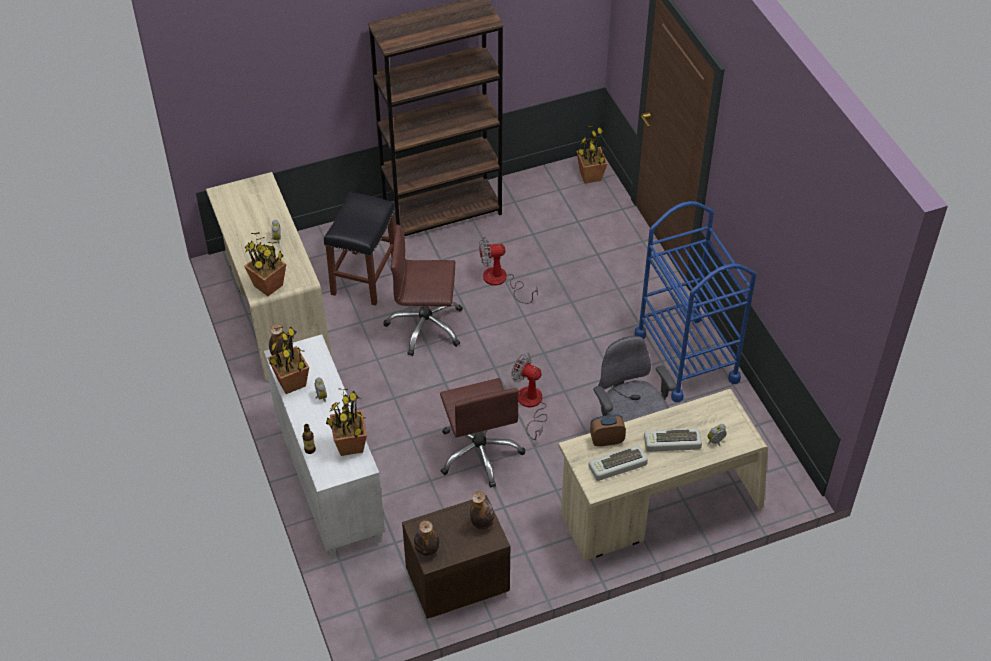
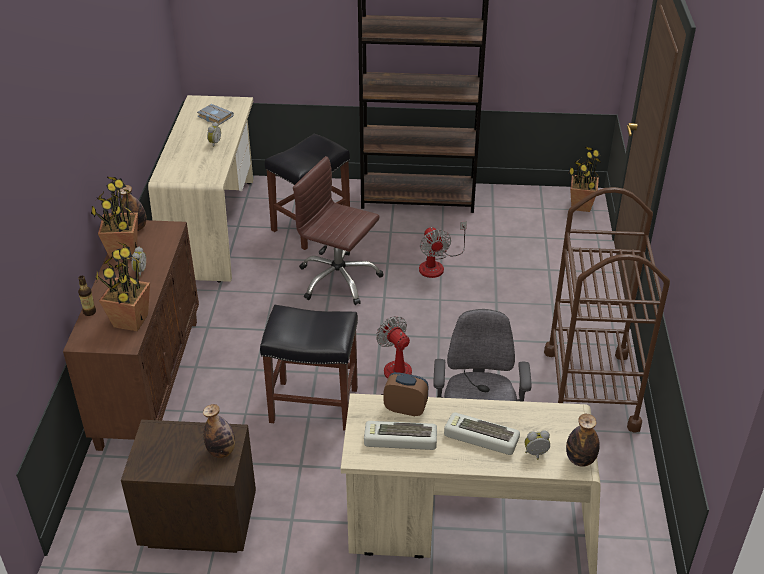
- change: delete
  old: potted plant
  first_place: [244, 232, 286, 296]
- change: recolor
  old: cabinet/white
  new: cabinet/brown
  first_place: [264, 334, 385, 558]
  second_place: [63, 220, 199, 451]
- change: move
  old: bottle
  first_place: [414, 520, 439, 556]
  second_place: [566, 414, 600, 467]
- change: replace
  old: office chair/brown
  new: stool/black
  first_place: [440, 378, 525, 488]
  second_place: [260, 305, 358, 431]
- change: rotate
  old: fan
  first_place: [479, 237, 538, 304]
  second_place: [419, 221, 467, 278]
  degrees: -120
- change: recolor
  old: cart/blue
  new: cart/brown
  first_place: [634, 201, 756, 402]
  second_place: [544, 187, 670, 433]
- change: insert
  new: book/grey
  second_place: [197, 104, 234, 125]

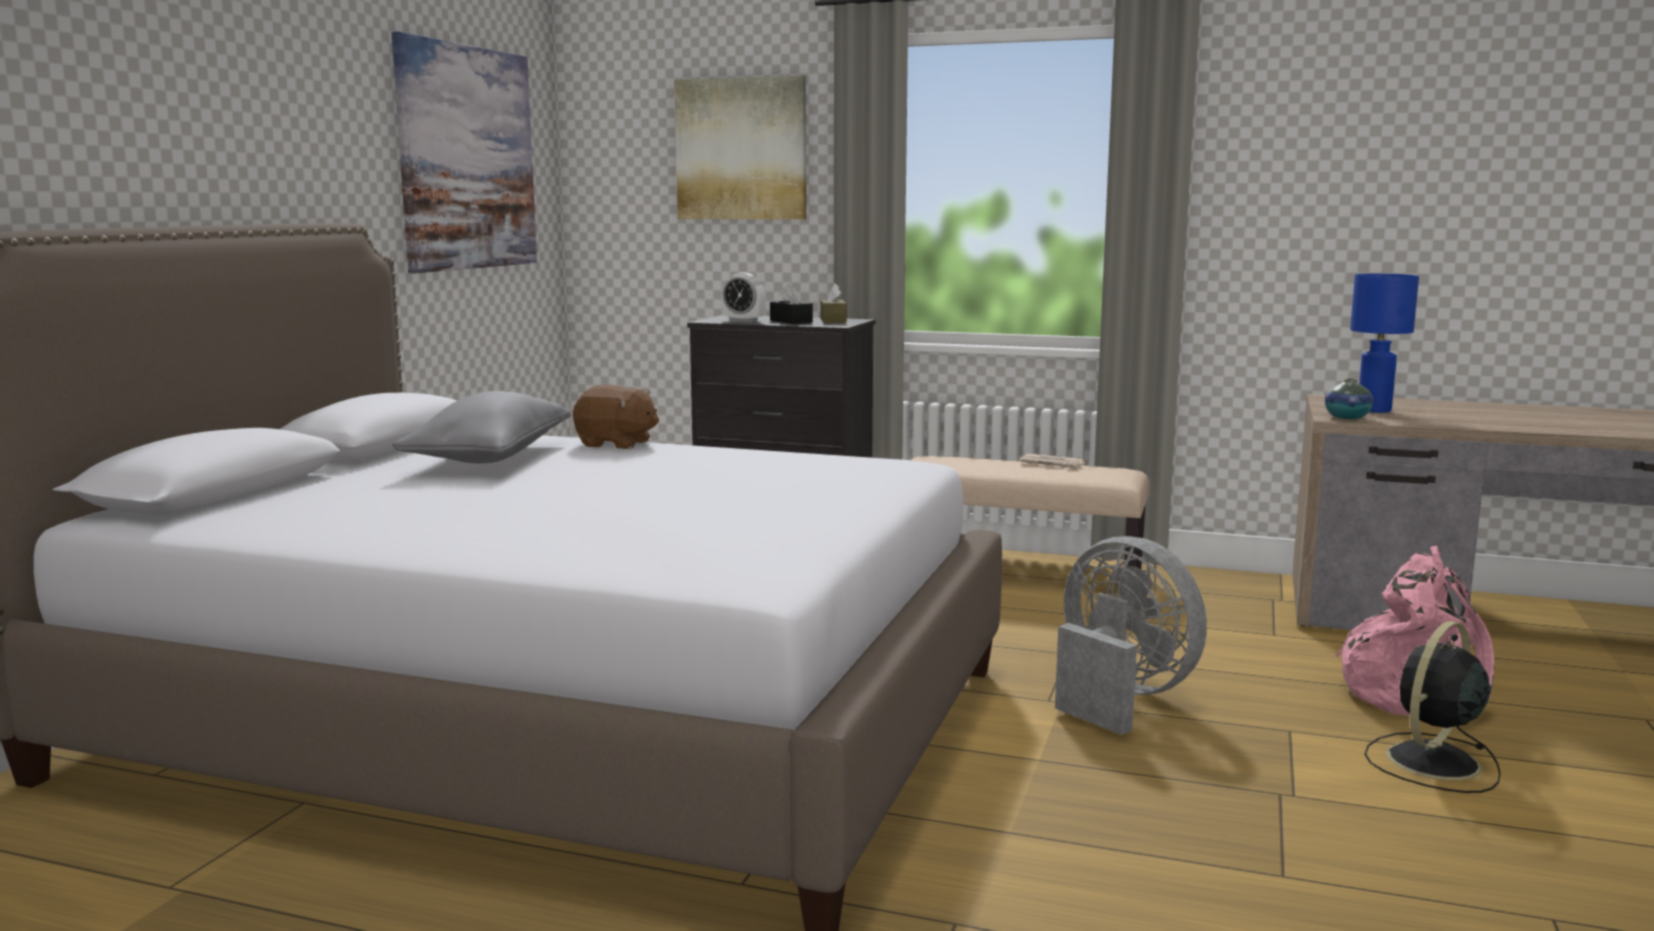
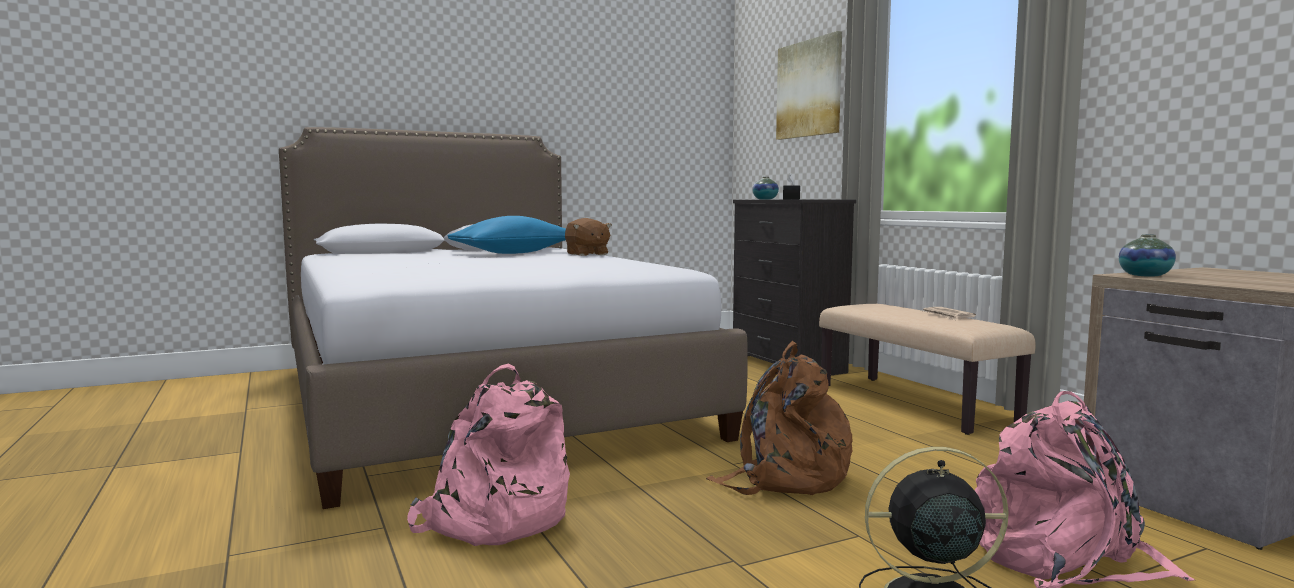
- change: delete
  old: picture
  first_place: [392, 31, 537, 273]
- change: recolor
  old: pillow/grey
  new: pillow/blue
  first_place: [392, 391, 571, 463]
  second_place: [448, 216, 566, 254]
- change: replace
  old: alarm clock
  new: vase
  first_place: [721, 273, 766, 323]
  second_place: [752, 177, 779, 199]
- change: delete
  old: tissue box/brown
  first_place: [820, 283, 847, 323]
- change: replace
  old: fan/grey
  new: backpack/brown
  first_place: [1055, 536, 1207, 735]
  second_place: [706, 341, 853, 495]
- change: delete
  old: table lamp/blue
  first_place: [1350, 274, 1419, 413]
- change: insert
  new: backpack/pink
  second_place: [407, 364, 570, 546]

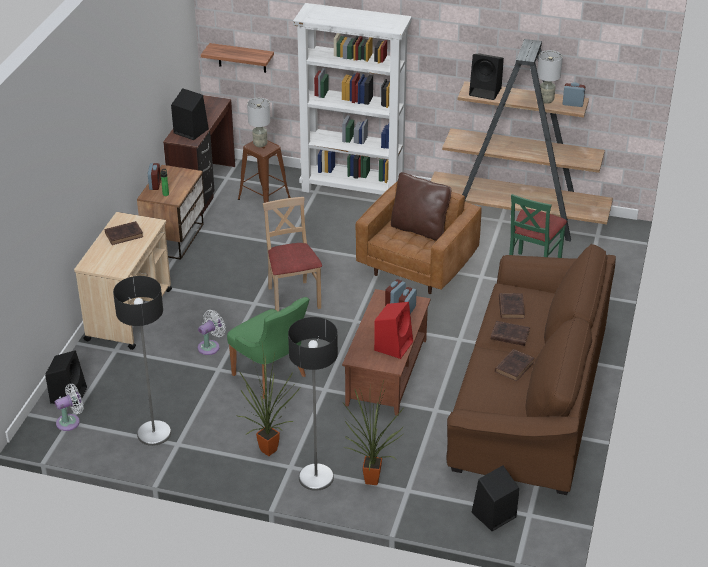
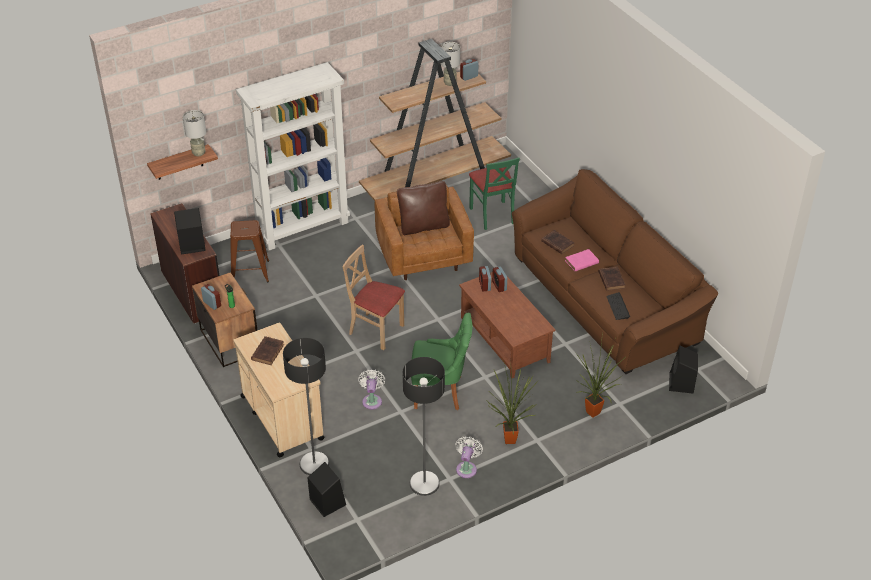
- change: move
  old: fan/white
  first_place: [55, 384, 84, 431]
  second_place: [455, 436, 483, 478]
- change: move
  old: table lamp/grey
  first_place: [247, 98, 270, 147]
  second_place: [183, 110, 206, 156]
- change: move
  old: floor lamp
  first_place: [288, 317, 338, 491]
  second_place: [283, 338, 329, 475]
- change: delete
  old: speaker/red
  first_place: [374, 302, 413, 359]
- change: delete
  old: speaker/black
  first_place: [469, 53, 504, 100]
- change: recolor
  old: book/brown
  new: book/pink
  first_place: [491, 321, 530, 346]
  second_place: [565, 249, 599, 271]
- change: insert
  new: keyboard
  second_place: [607, 292, 630, 320]

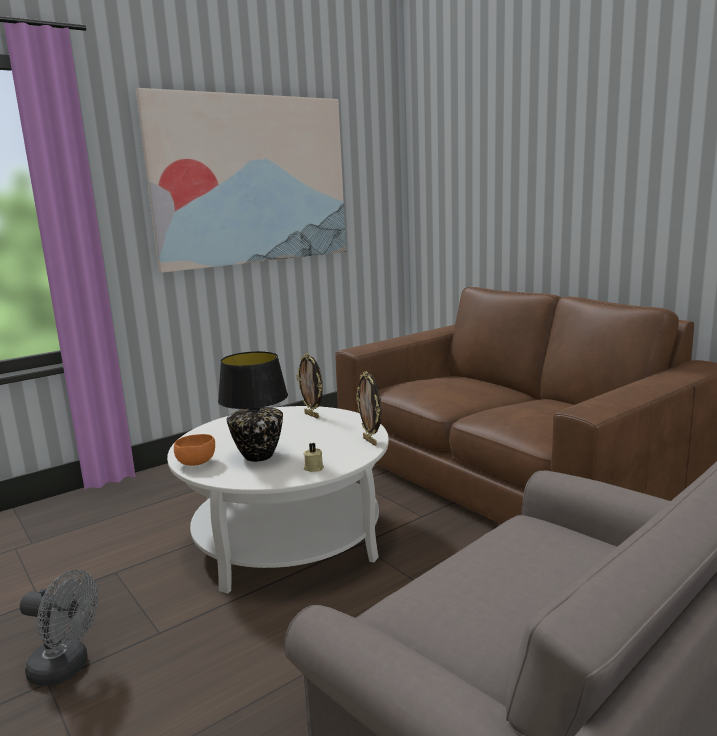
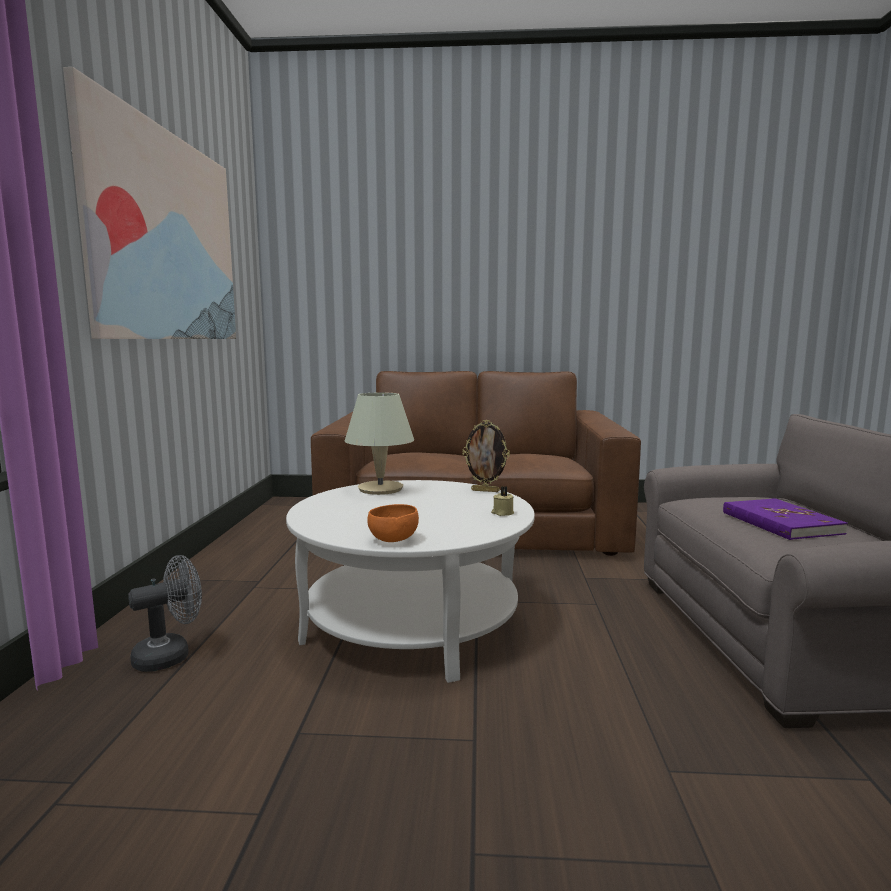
- change: move
  old: fan/grey
  first_place: [20, 569, 98, 686]
  second_place: [128, 555, 202, 672]
- change: delete
  old: table lamp/black
  first_place: [218, 351, 288, 462]
- change: replace
  old: picture frame
  new: table lamp/beige
  first_place: [296, 353, 323, 419]
  second_place: [345, 392, 414, 495]
- change: insert
  new: book/purple
  second_place: [723, 498, 848, 540]

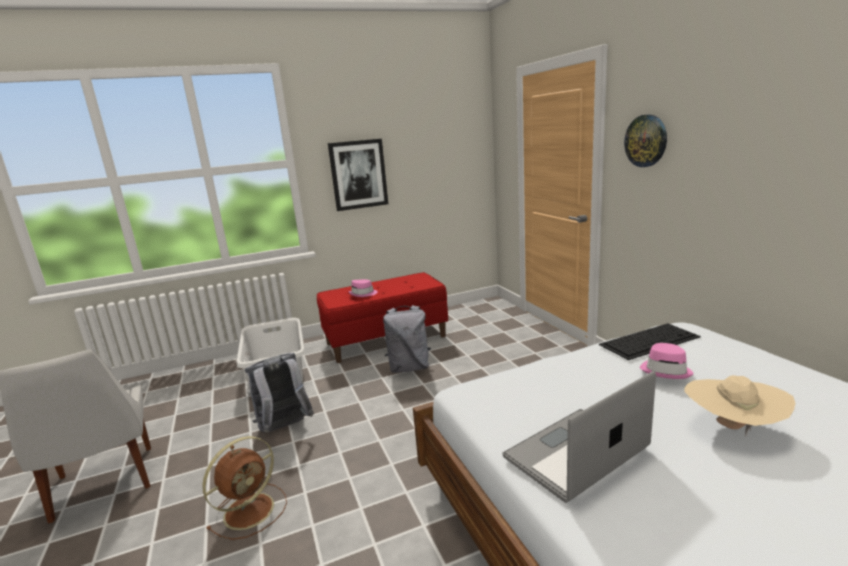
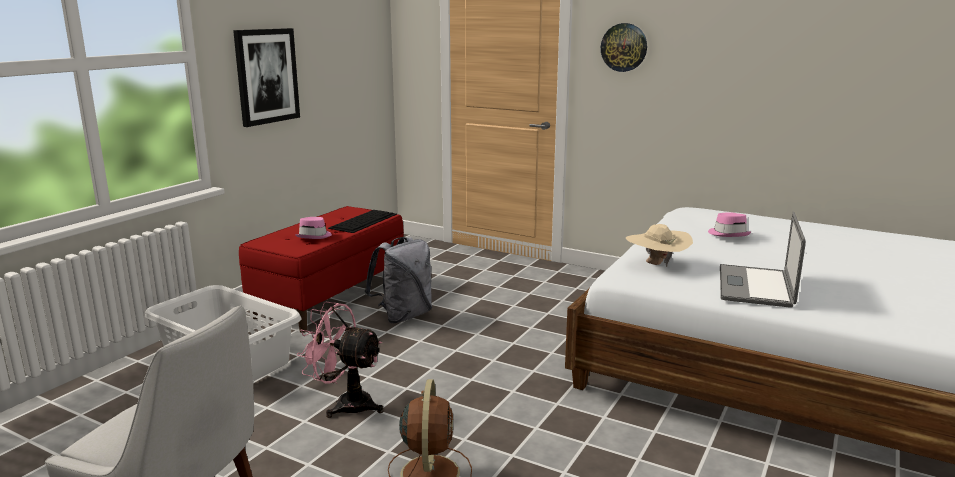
- change: replace
  old: backpack/grey
  new: fan/pink
  first_place: [245, 352, 314, 432]
  second_place: [297, 301, 383, 418]
- change: move
  old: keyboard
  first_place: [599, 323, 701, 360]
  second_place: [328, 210, 397, 233]
- change: move
  old: hat/beige
  first_place: [684, 375, 795, 436]
  second_place: [626, 224, 693, 267]

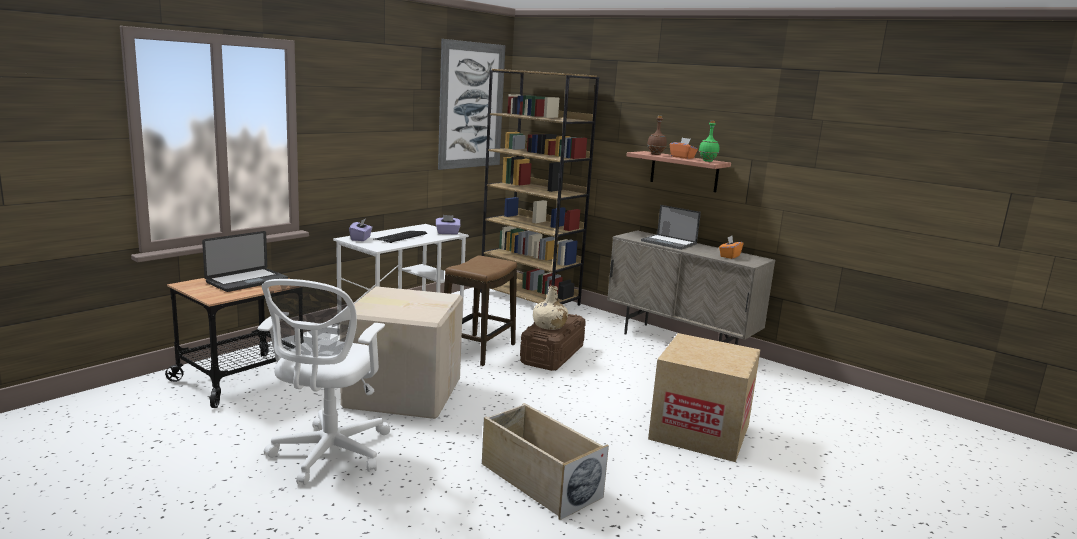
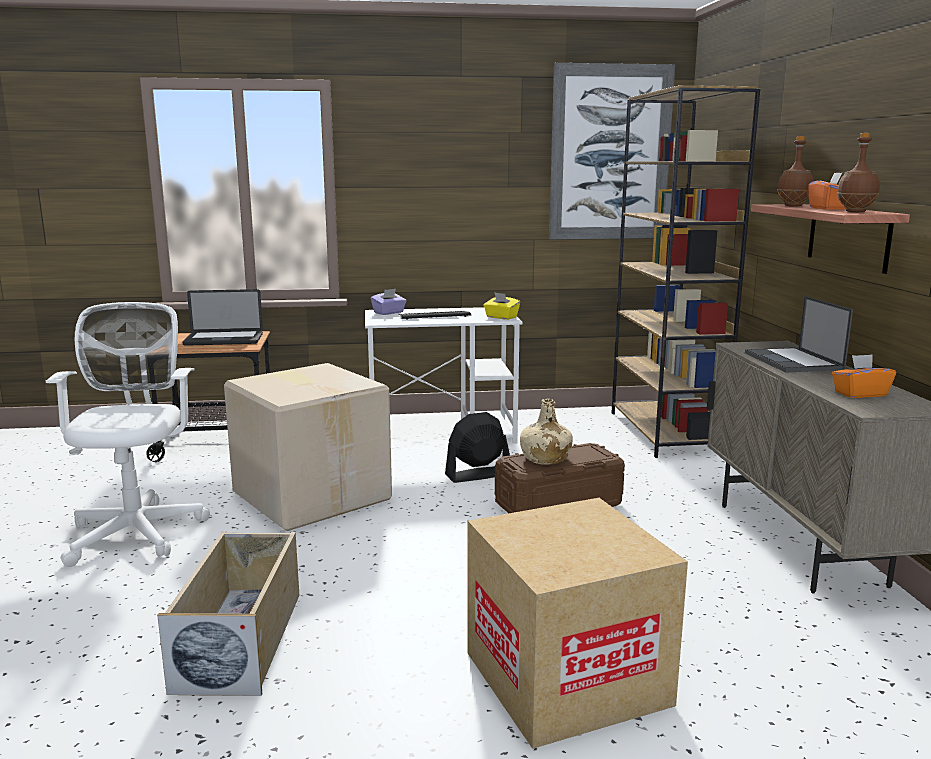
- change: rotate
  old: office chair/white
  first_place: [258, 279, 391, 485]
  second_place: [46, 302, 210, 567]
  degrees: 120
- change: recolor
  old: tissue box/purple
  new: tissue box/yellow
  first_place: [436, 215, 460, 235]
  second_place: [483, 292, 520, 320]
- change: replace
  old: stool
  new: fan/black
  first_place: [444, 255, 517, 366]
  second_place: [445, 412, 510, 483]
- change: recolor
  old: bottle/green
  new: bottle/brown
  first_place: [699, 121, 719, 162]
  second_place: [837, 133, 880, 212]

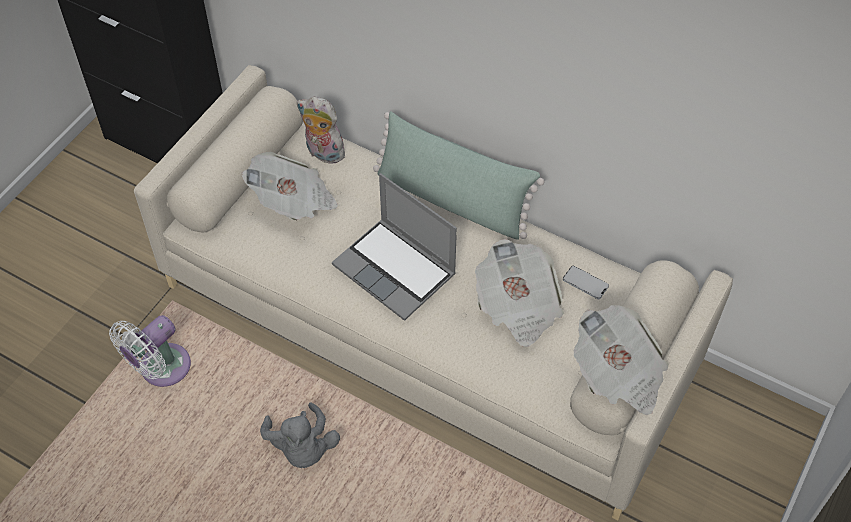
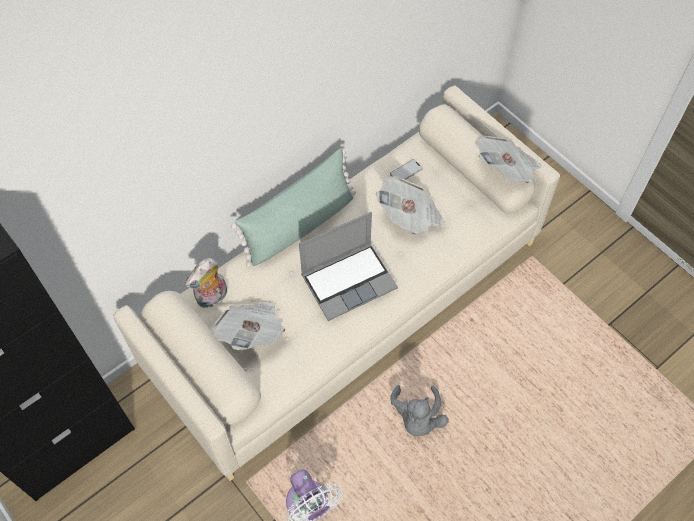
- change: rotate
  old: plush toy/grey
  first_place: [260, 403, 340, 468]
  second_place: [390, 385, 449, 437]
  degrees: 90

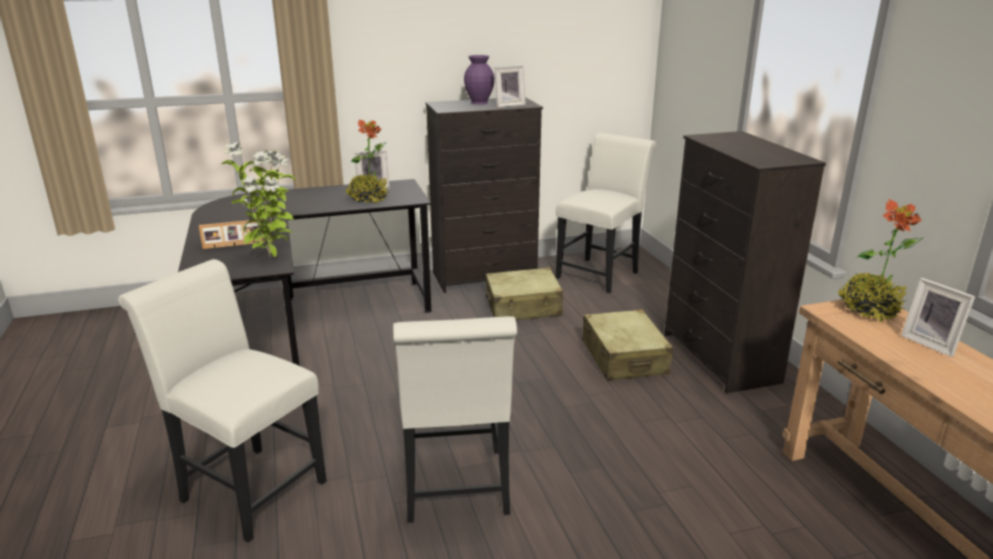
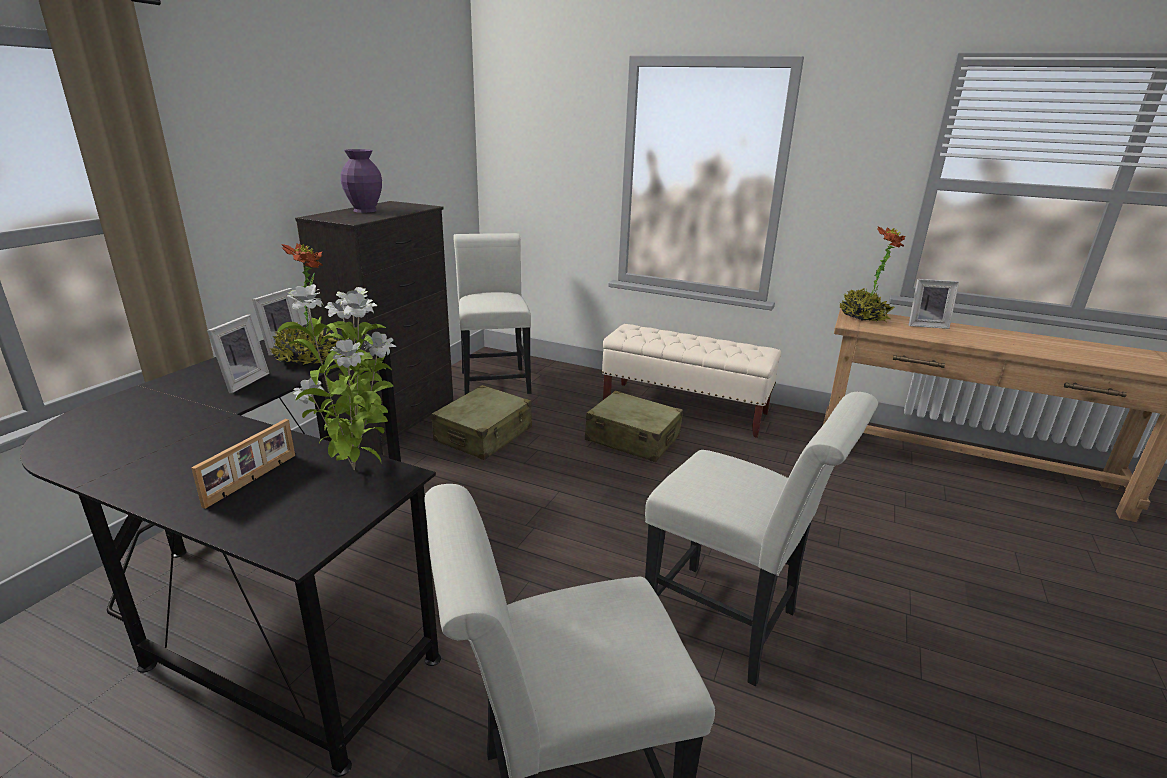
- change: move
  old: picture frame
  first_place: [494, 65, 526, 108]
  second_place: [207, 314, 269, 393]
- change: replace
  old: dresser/black
  new: bench/beige
  first_place: [664, 131, 826, 394]
  second_place: [601, 324, 781, 438]

